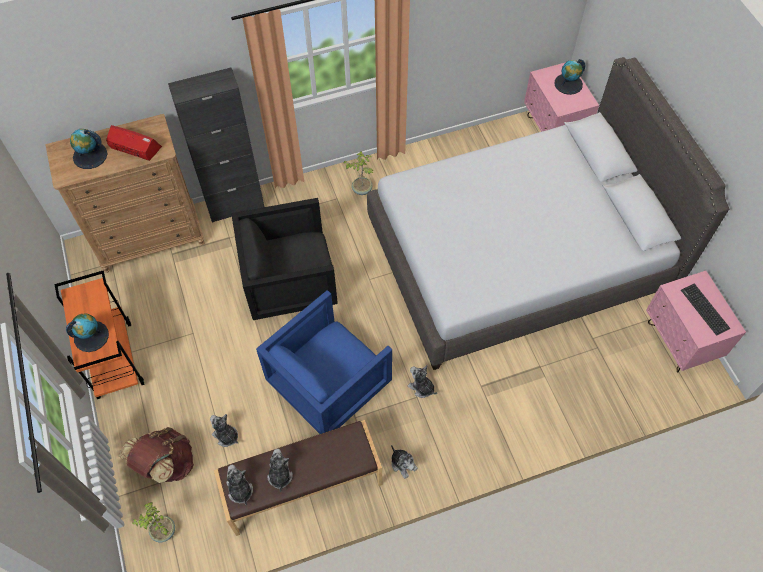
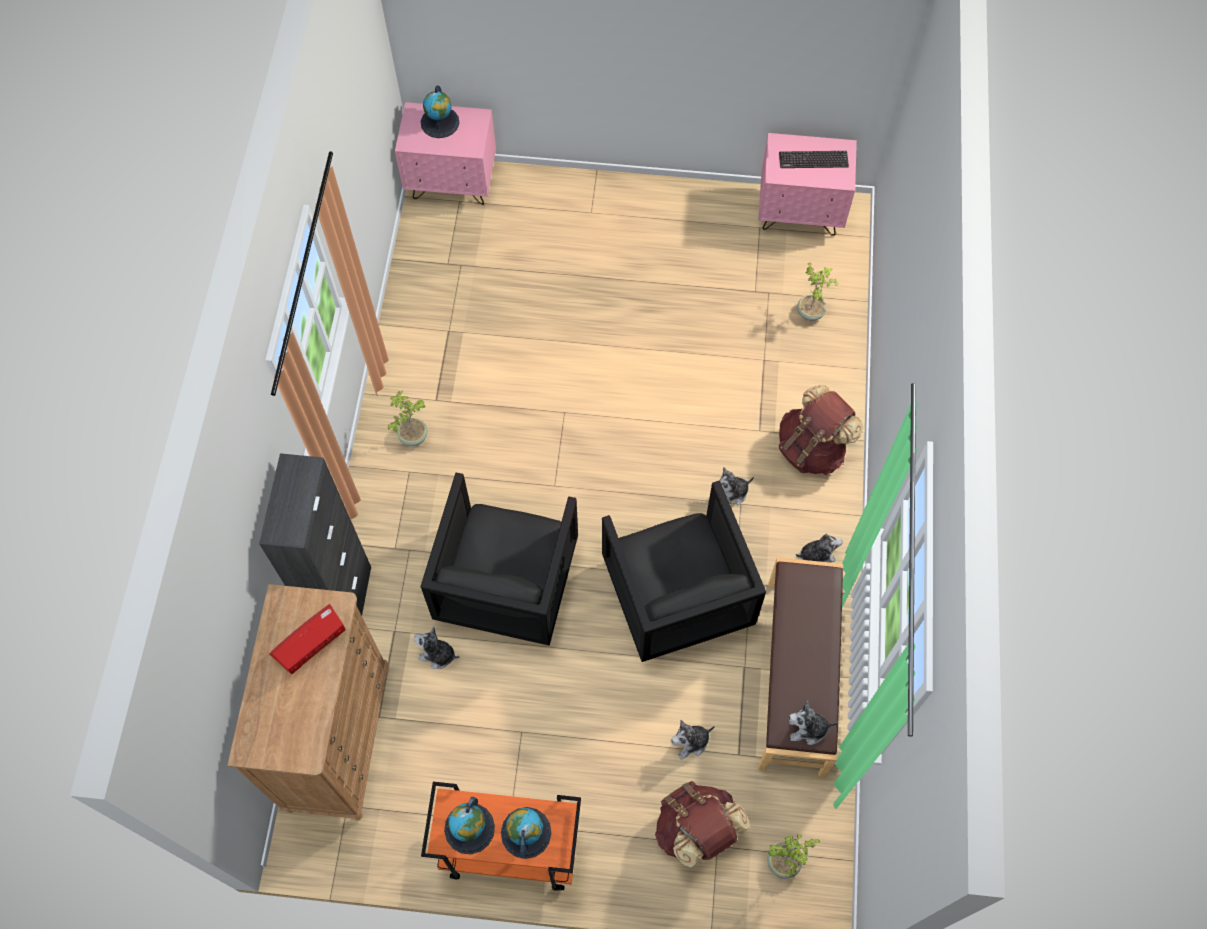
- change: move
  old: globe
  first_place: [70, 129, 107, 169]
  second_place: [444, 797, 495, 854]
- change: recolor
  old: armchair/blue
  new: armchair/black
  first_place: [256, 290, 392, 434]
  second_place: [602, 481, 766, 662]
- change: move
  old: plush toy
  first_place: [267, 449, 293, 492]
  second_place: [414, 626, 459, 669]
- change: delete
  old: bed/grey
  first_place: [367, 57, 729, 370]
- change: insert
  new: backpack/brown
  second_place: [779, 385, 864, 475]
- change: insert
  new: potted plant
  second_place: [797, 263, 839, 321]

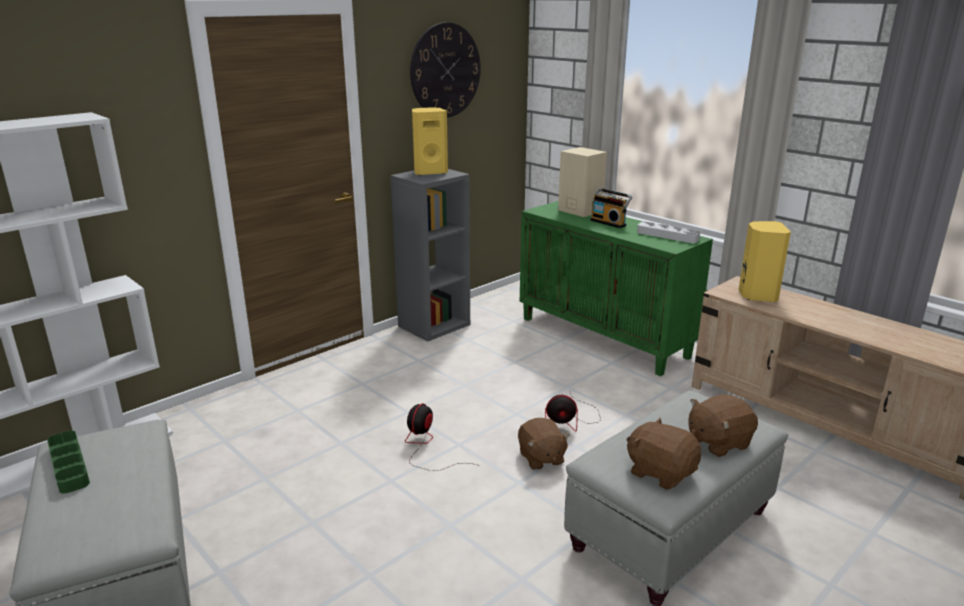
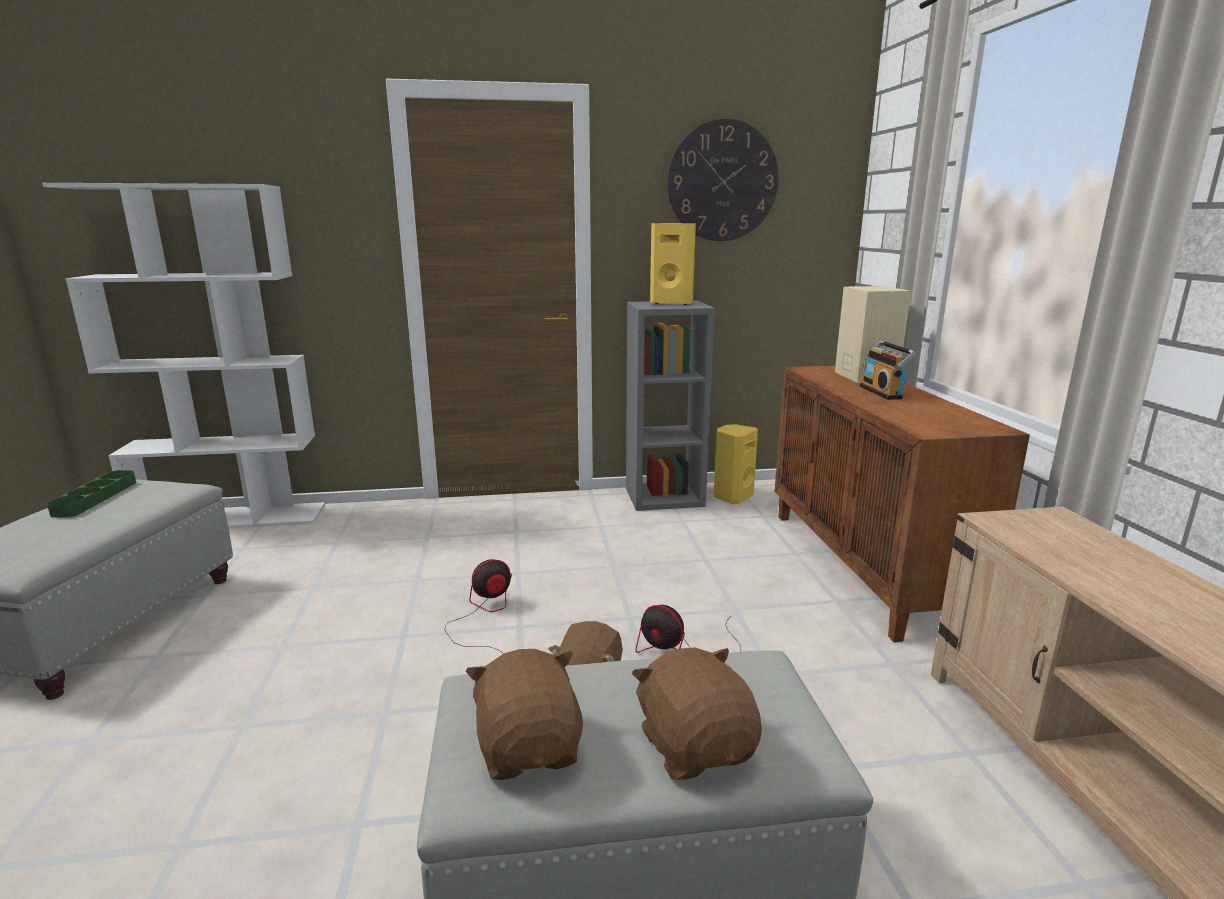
- change: recolor
  old: cabinet/green
  new: cabinet/brown
  first_place: [520, 201, 713, 376]
  second_place: [774, 365, 1030, 642]
- change: delete
  old: tray/grey
  first_place: [637, 222, 700, 243]
- change: rotate
  old: plush toy/brown
  first_place: [688, 394, 758, 457]
  second_place: [632, 647, 762, 780]
  degrees: 60
- change: move
  old: speaker/yellow
  first_place: [739, 221, 791, 302]
  second_place: [714, 424, 758, 504]

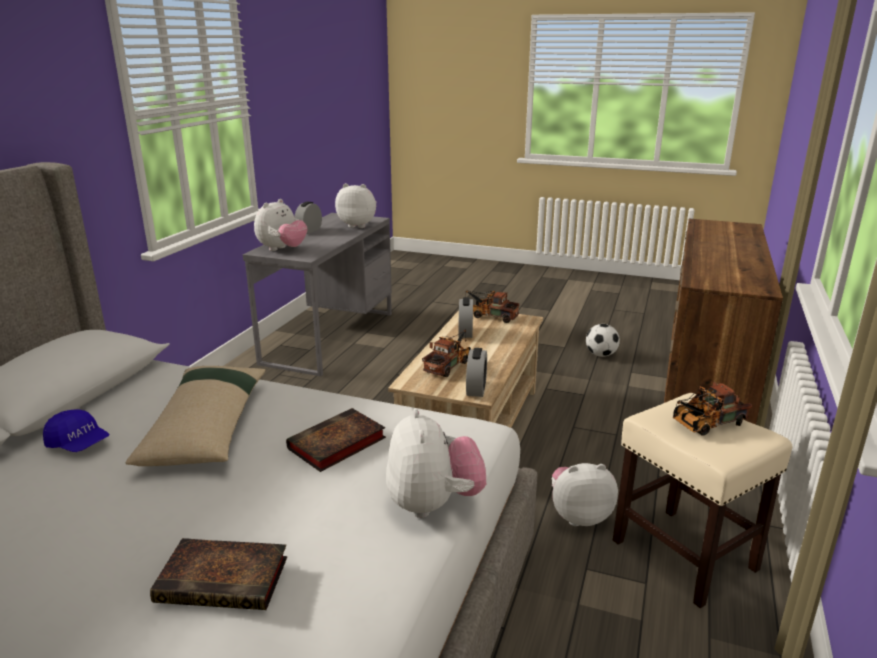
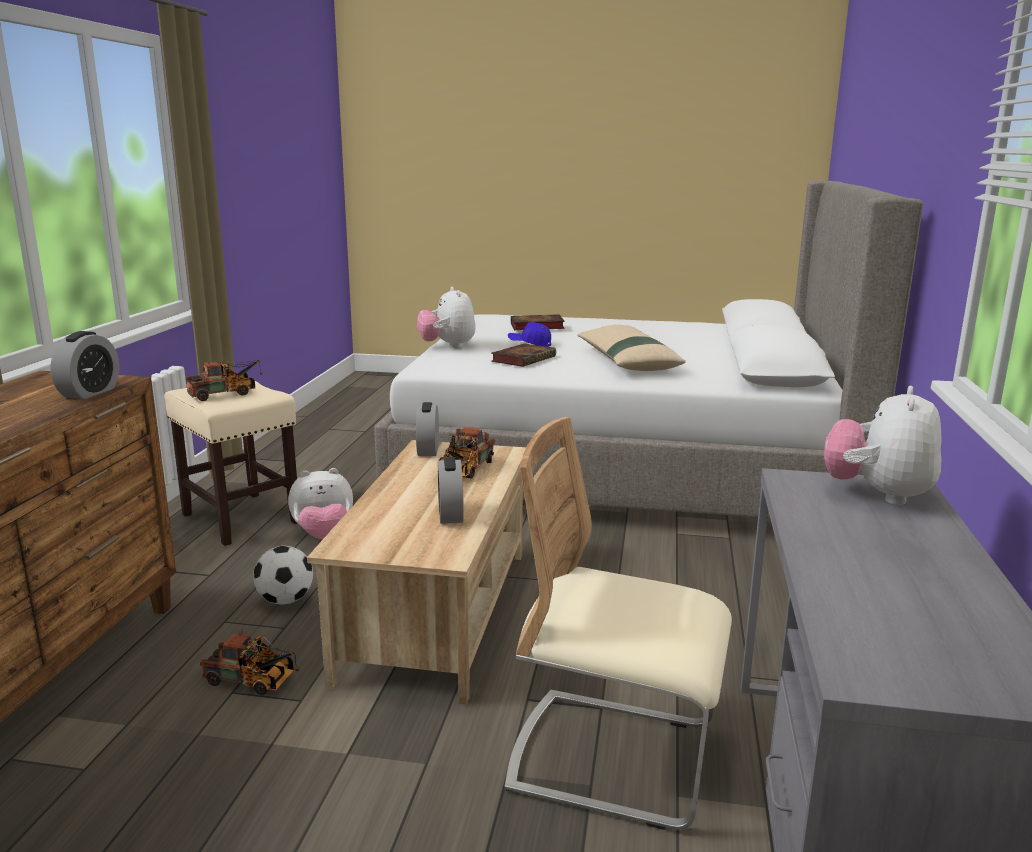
- change: move
  old: cap/blue
  first_place: [43, 409, 109, 452]
  second_place: [508, 322, 551, 347]
- change: move
  old: alarm clock
  first_place: [294, 202, 322, 234]
  second_place: [50, 331, 119, 399]
- change: delete
  old: plush toy
  first_place: [335, 183, 376, 228]
- change: move
  old: toy truck
  first_place: [466, 290, 519, 323]
  second_place: [200, 631, 299, 695]
- change: move
  old: football
  first_place: [586, 324, 620, 357]
  second_place: [253, 546, 313, 604]
- change: insert
  new: chair/beige
  second_place: [504, 417, 732, 830]

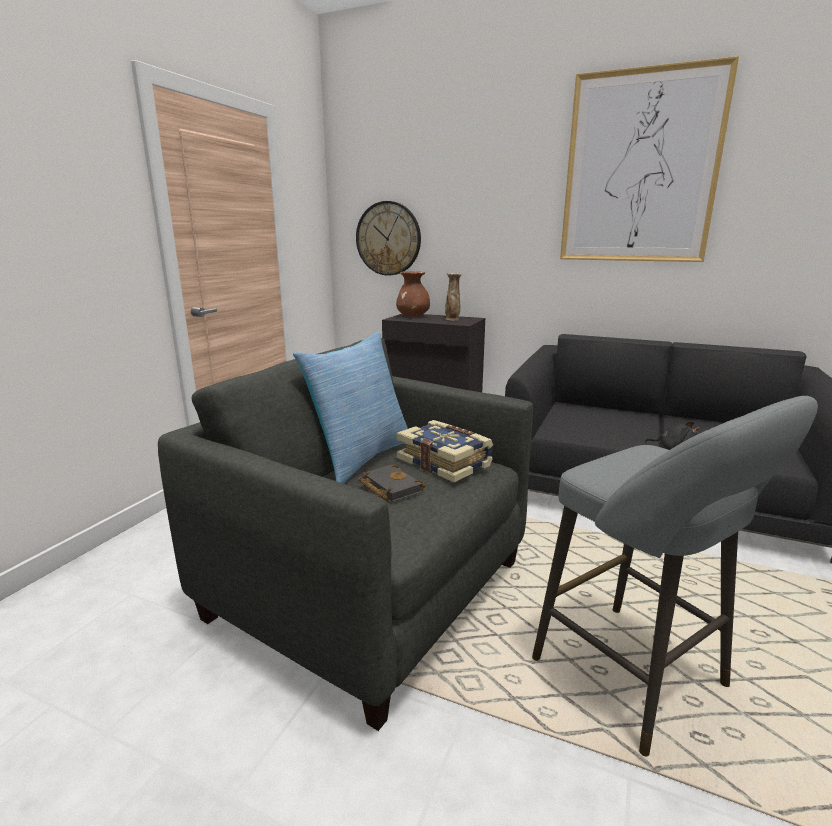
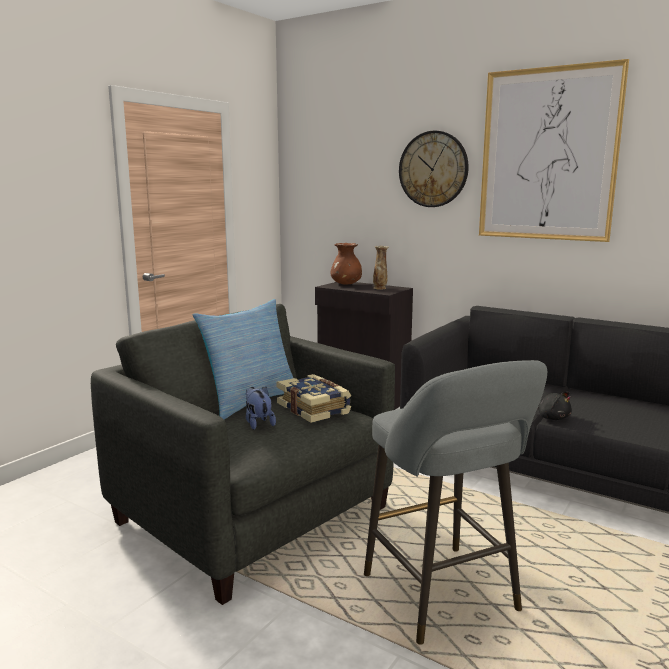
- change: move
  old: wall clock
  first_place: [356, 201, 421, 276]
  second_place: [399, 131, 469, 207]
- change: replace
  old: book/black
  new: plush toy
  first_place: [358, 464, 426, 502]
  second_place: [246, 387, 276, 430]

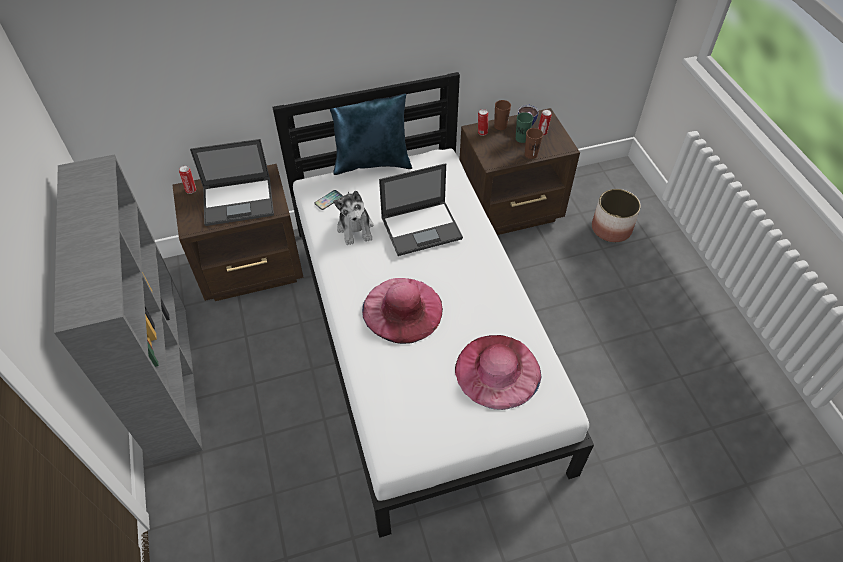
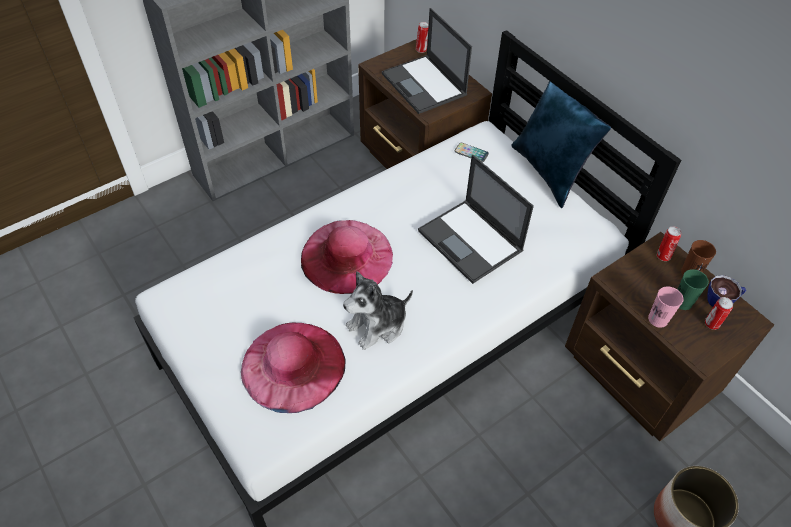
- change: move
  old: plush toy
  first_place: [333, 191, 373, 245]
  second_place: [343, 271, 413, 350]
- change: recolor
  old: cup/brown
  new: cup/pink
  first_place: [525, 128, 543, 159]
  second_place: [648, 286, 683, 328]

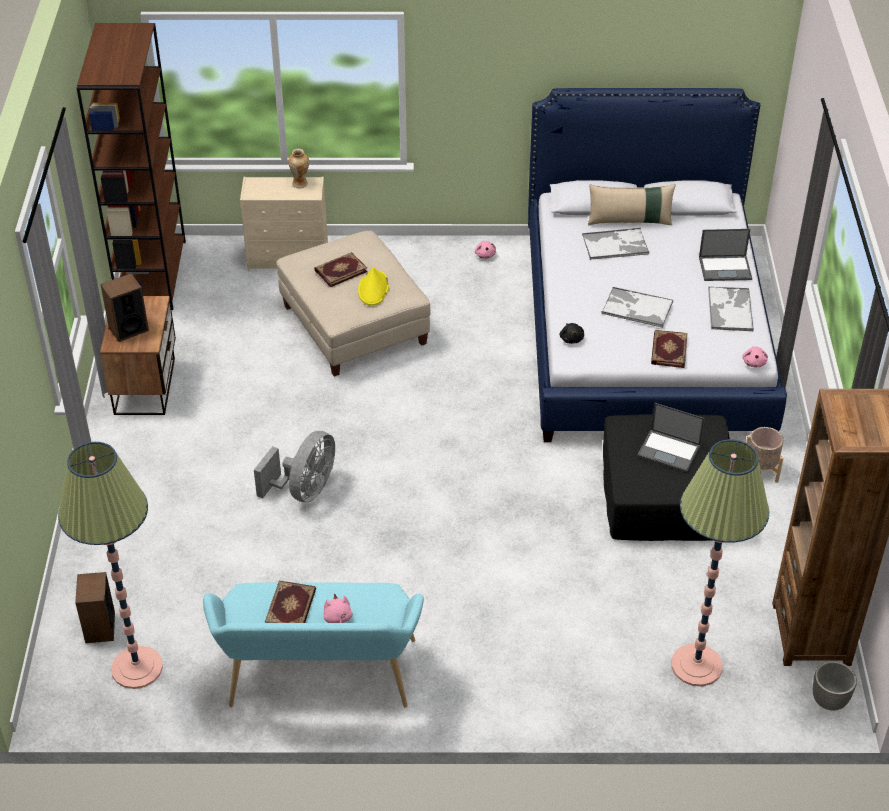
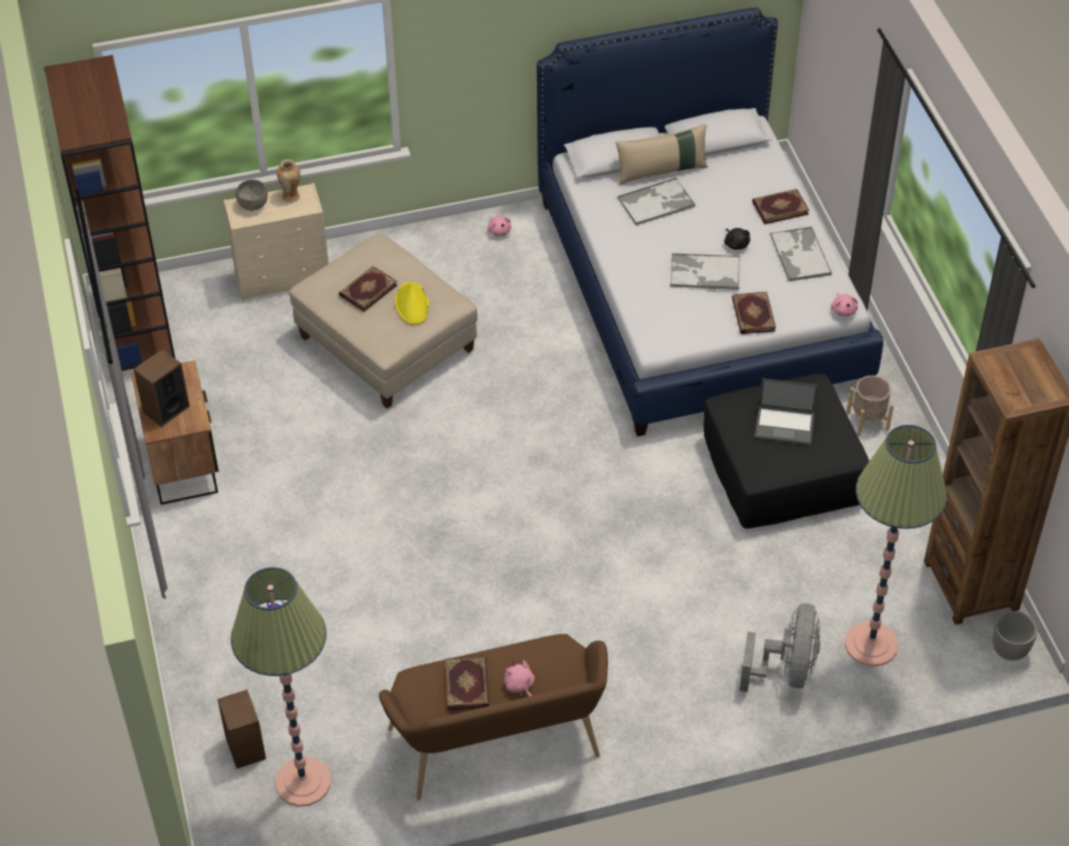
- change: recolor
  old: bench/turquoise
  new: bench/brown
  first_place: [203, 583, 424, 707]
  second_place: [379, 634, 608, 801]
- change: move
  old: fan/grey
  first_place: [254, 431, 335, 502]
  second_place: [739, 603, 820, 692]
- change: move
  old: plush toy/black
  first_place: [560, 323, 584, 344]
  second_place: [724, 228, 750, 250]
- change: replace
  old: laptop
  new: book
  first_place: [699, 229, 752, 281]
  second_place: [752, 189, 809, 225]
- change: insert
  new: bowl/grey
  second_place: [236, 179, 268, 211]

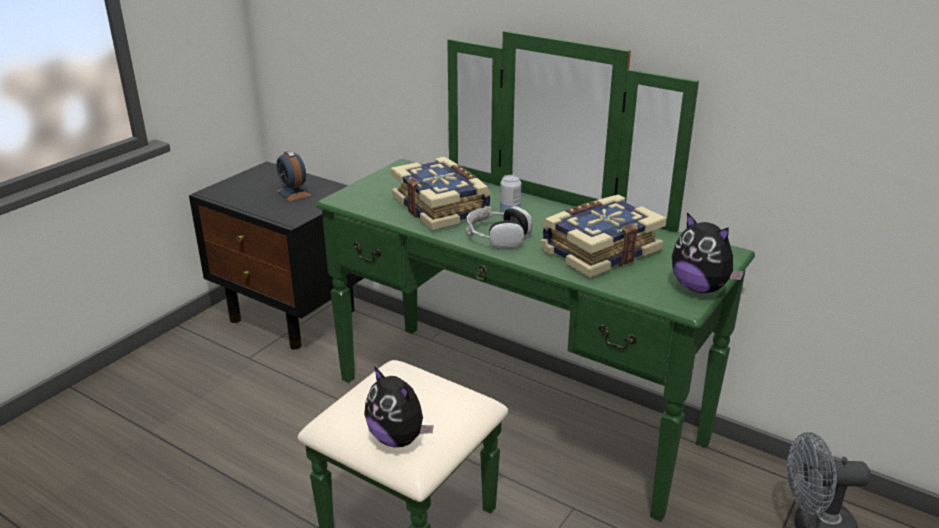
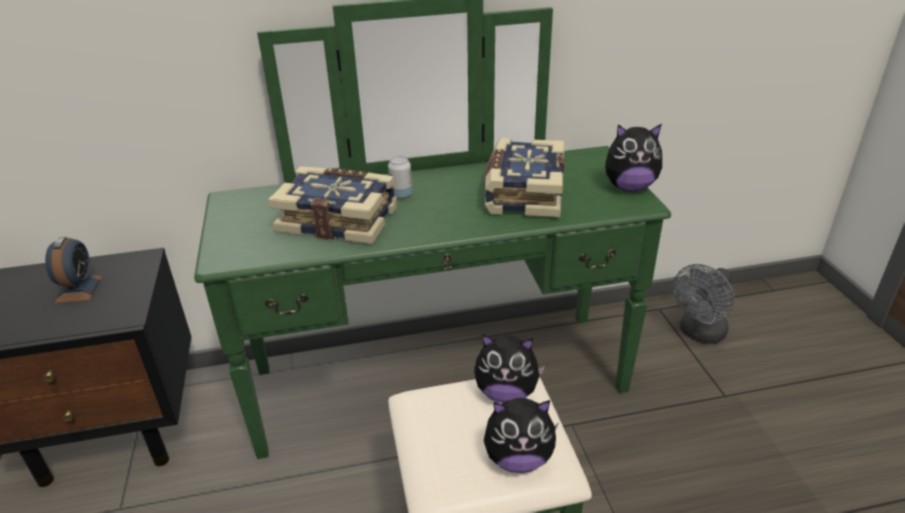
- change: rotate
  old: alarm clock
  first_place: [277, 151, 312, 202]
  second_place: [45, 237, 102, 303]
  degrees: -105
- change: delete
  old: headphones
  first_place: [466, 206, 532, 249]
- change: insert
  new: plush toy
  second_place: [474, 334, 545, 403]

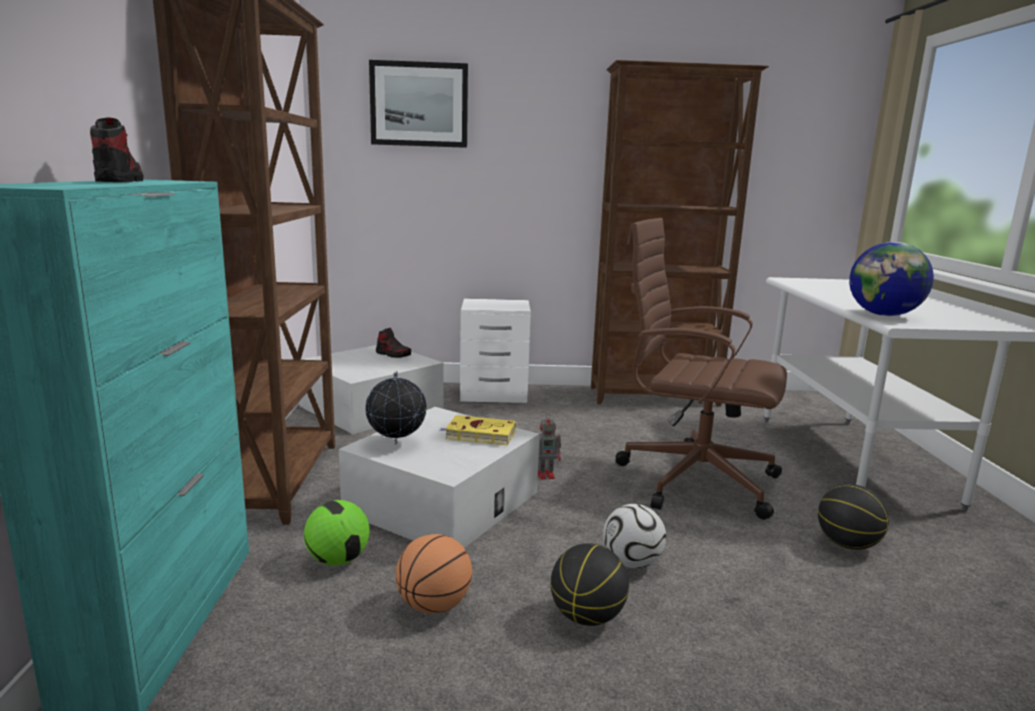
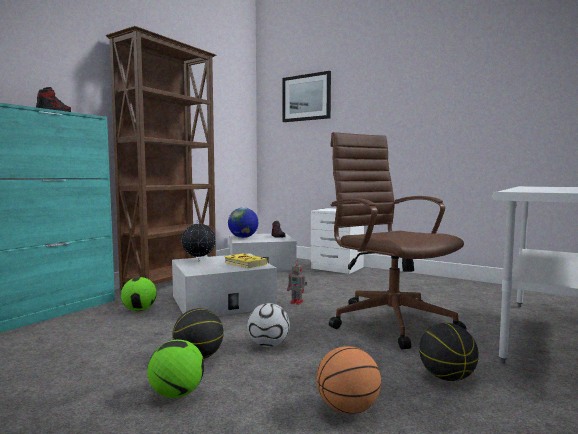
- change: move
  old: basketball
  first_place: [396, 534, 472, 613]
  second_place: [316, 346, 381, 414]
- change: delete
  old: bookcase/brown
  first_place: [591, 60, 769, 407]
- change: move
  old: globe
  first_place: [849, 242, 934, 316]
  second_place: [228, 207, 258, 238]
- change: insert
  new: football
  second_place: [147, 340, 204, 398]

